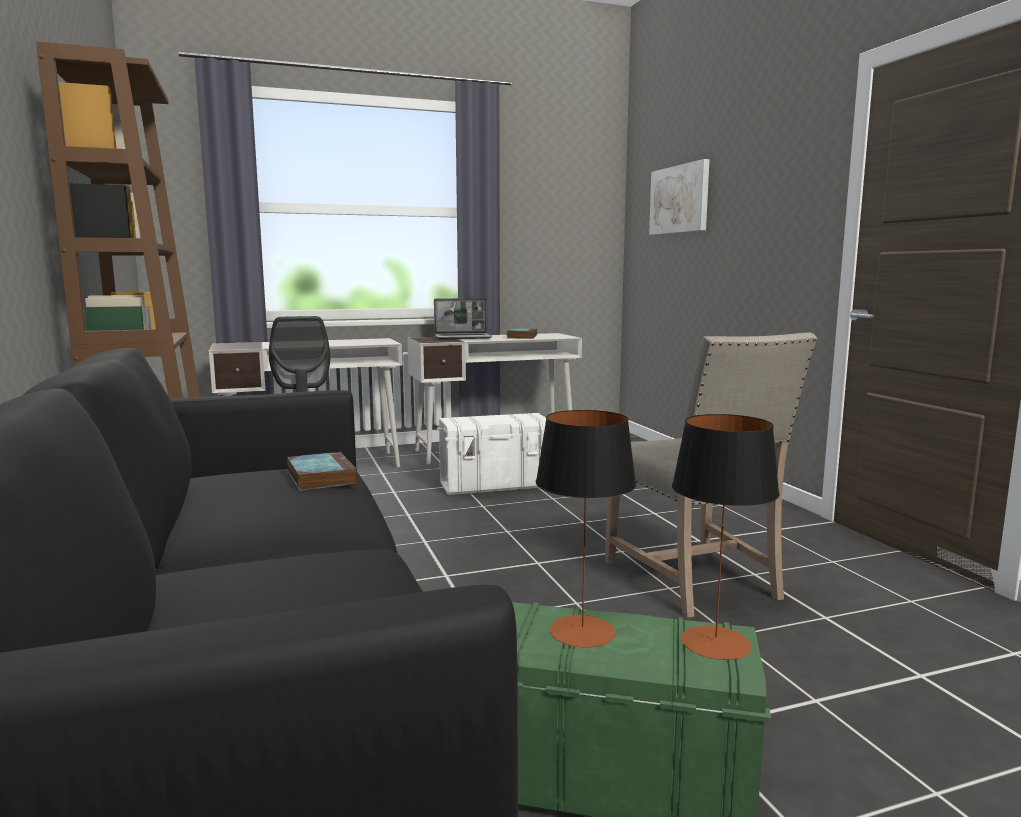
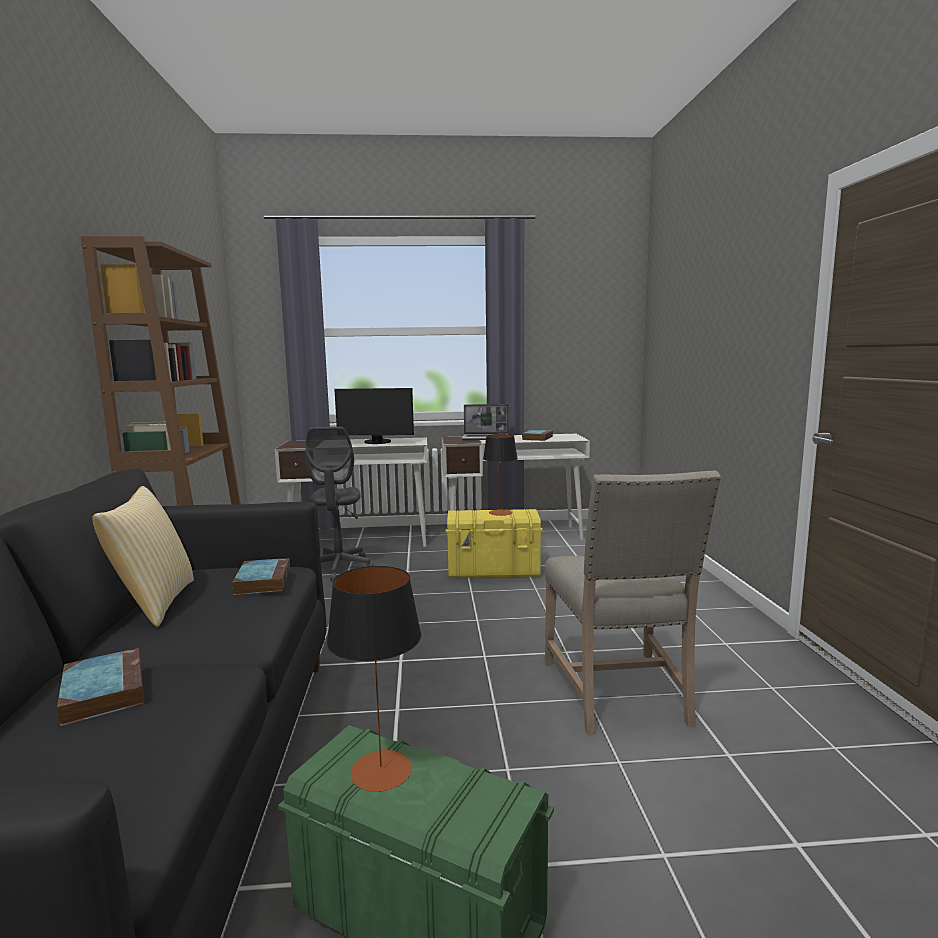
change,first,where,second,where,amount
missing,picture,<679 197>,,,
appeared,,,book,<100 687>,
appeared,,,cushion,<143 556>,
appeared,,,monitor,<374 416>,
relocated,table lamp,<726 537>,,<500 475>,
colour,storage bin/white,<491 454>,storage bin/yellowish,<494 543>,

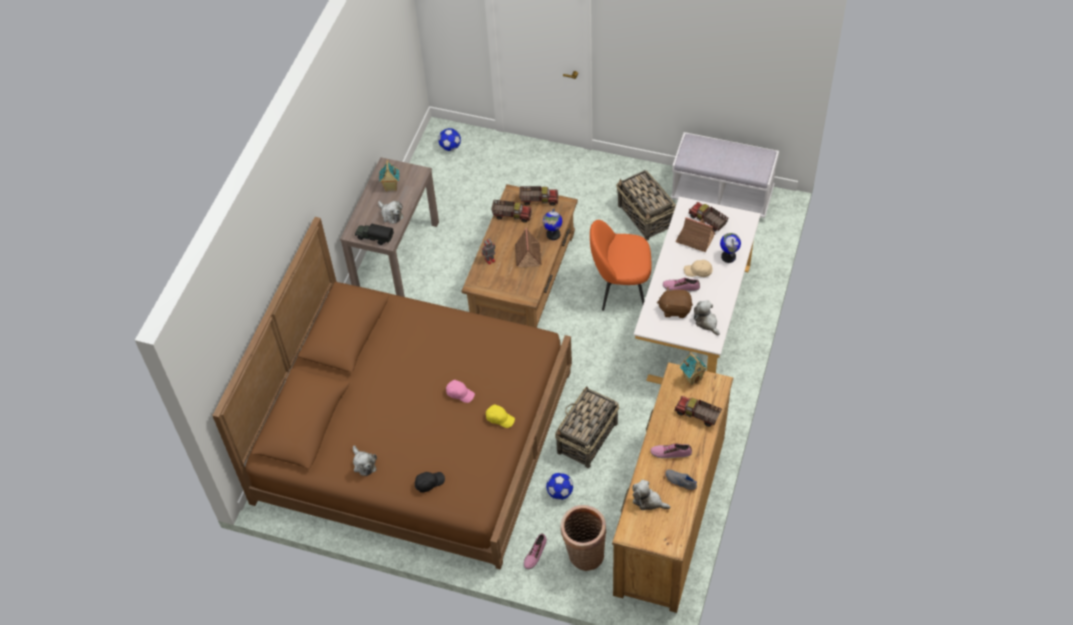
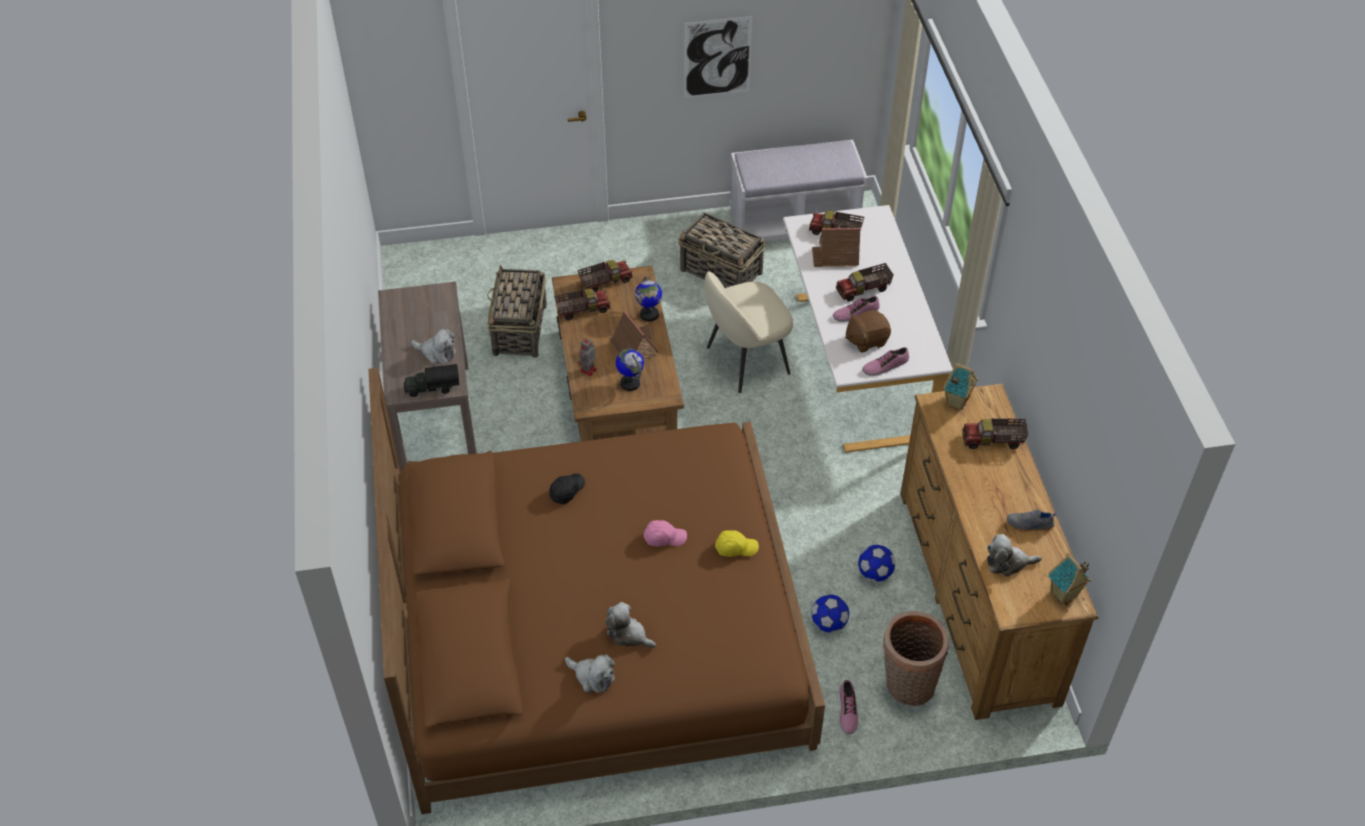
change,first,where,second,where,amount
appeared,,,picture,<718 57>,
relocated,model house,<389 176>,,<1069 578>,
relocated,cap/blackish,<429 482>,,<567 488>,
relocated,ball for football,<449 139>,,<876 563>,
relocated,basket,<587 427>,,<517 311>,
relocated,low shoe,<671 450>,,<885 361>,
relocated,soft toy,<707 317>,,<630 625>,
relocated,desk globe,<730 248>,,<630 370>,
exchanged,cap/sand-coloured,<698 268>,model truck,<865 282>,
colour,plain chair/orange-coloured,<621 265>,plain chair/sand-coloured,<749 332>,

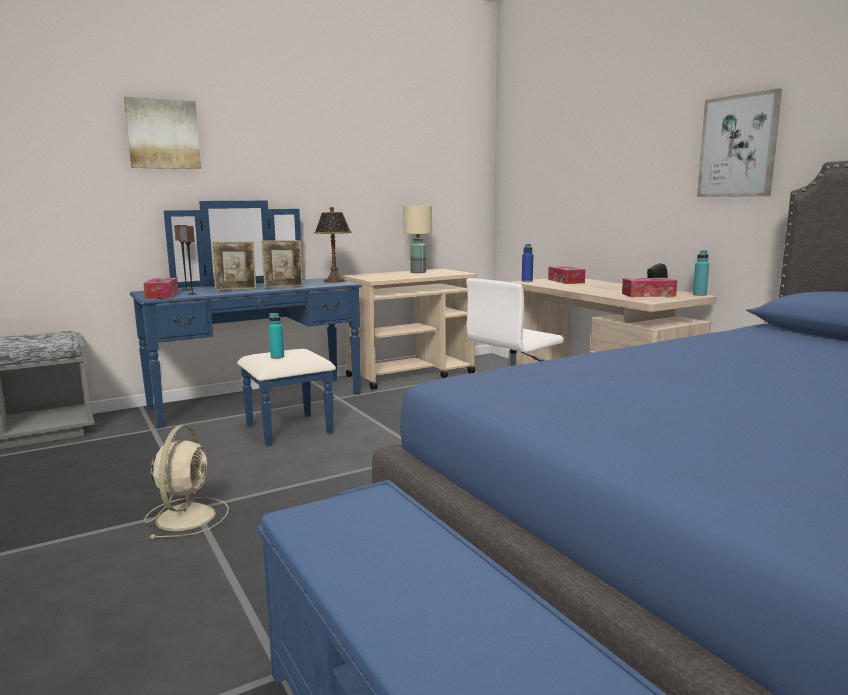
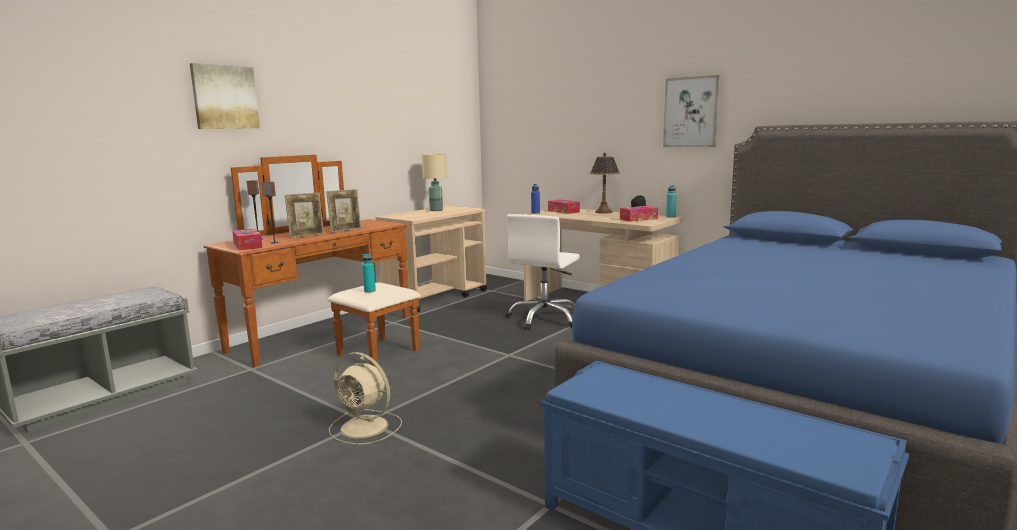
change,first,where,second,where,amount
relocated,table lamp,<333 245>,,<605 183>,
colour,drawer chest/blue,<246 323>,drawer chest/brown-coloured,<312 261>,
spun,cooling fan/sand-coloured,<187 482>,,<365 398>,135 degrees clockwise

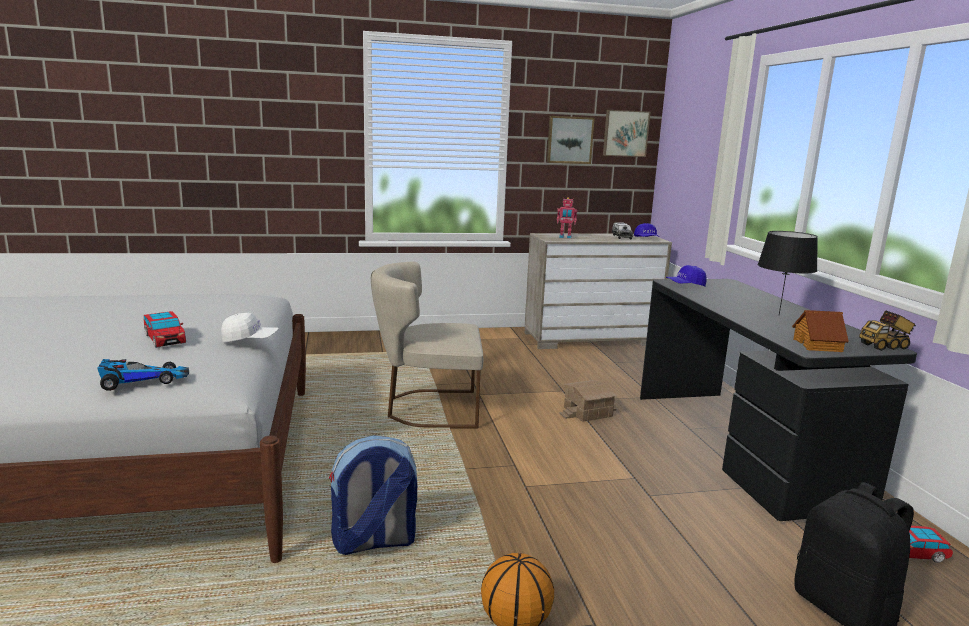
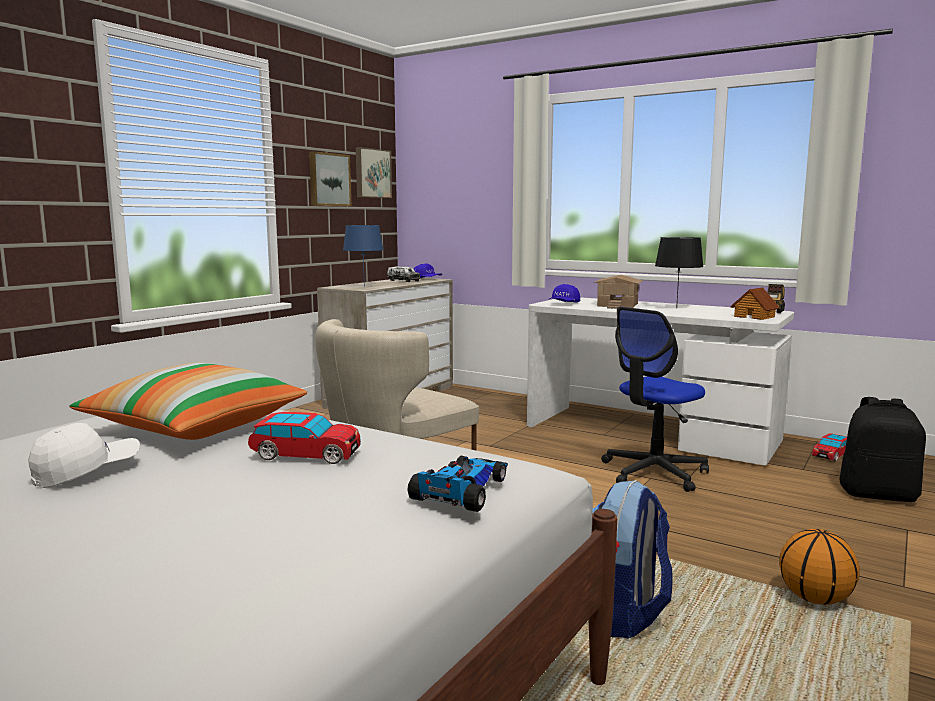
change,first,where,second,where,amount
appeared,,,cushion,<188 401>,
appeared,,,computer chair,<655 399>,
relocated,cap/white,<250 327>,,<84 455>,
relocated,model house,<588 401>,,<618 292>,
exchanged,toy robot,<567 218>,table lamp/blue,<363 256>,
colour,desk table/blackish,<778 400>,desk table/white,<660 381>,

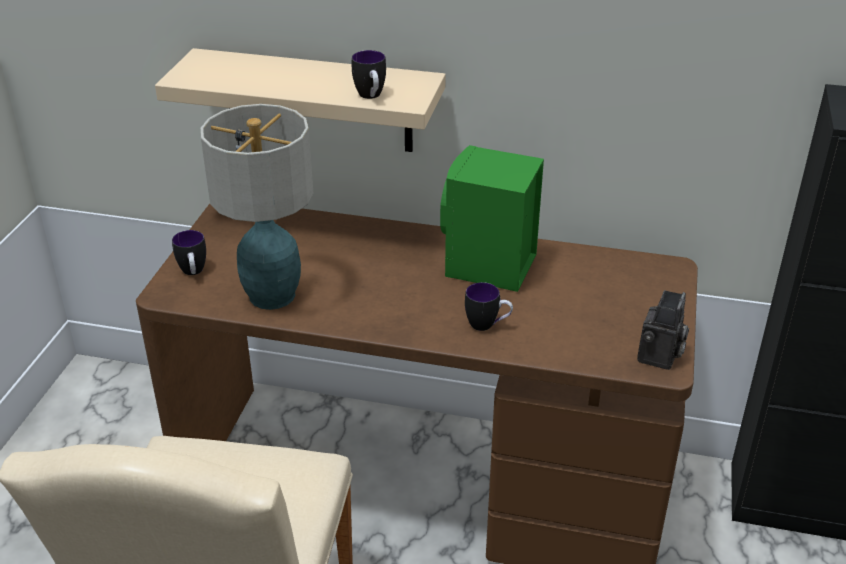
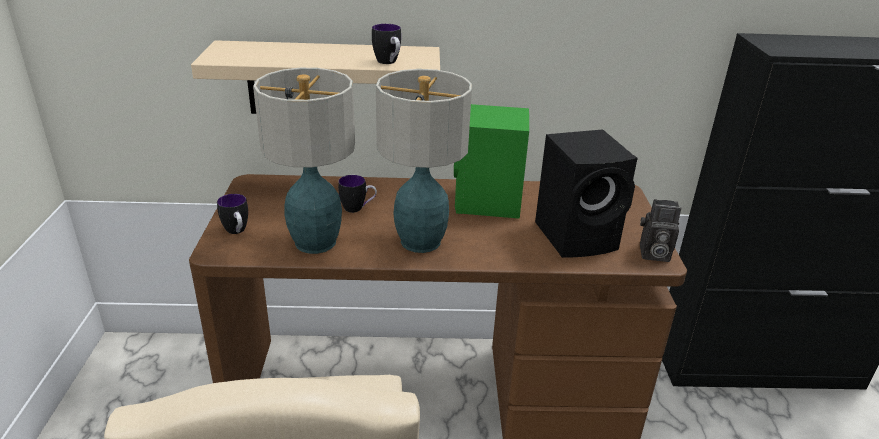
change,first,where,second,where,amount
appeared,,,table lamp,<424 161>,
appeared,,,loudspeaker/blackish,<586 193>,
relocated,mug,<489 306>,,<357 194>,
spun,photo camera,<663 330>,,<660 230>,90 degrees clockwise

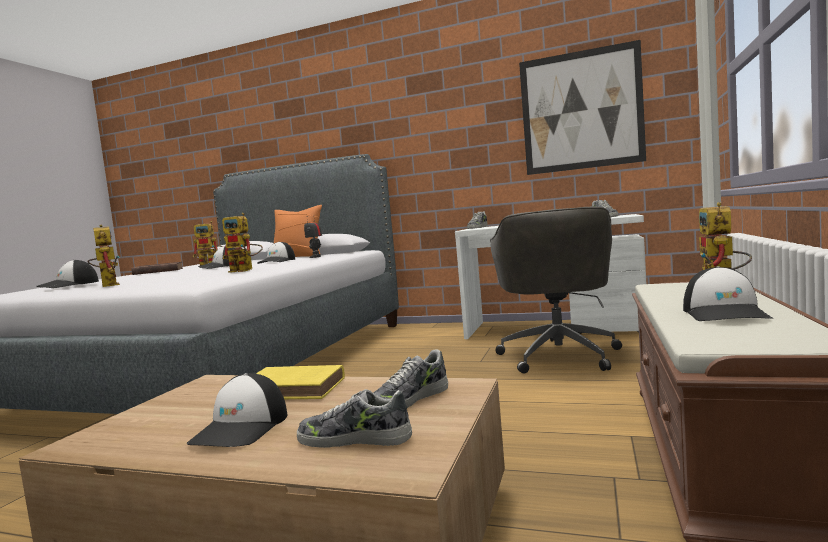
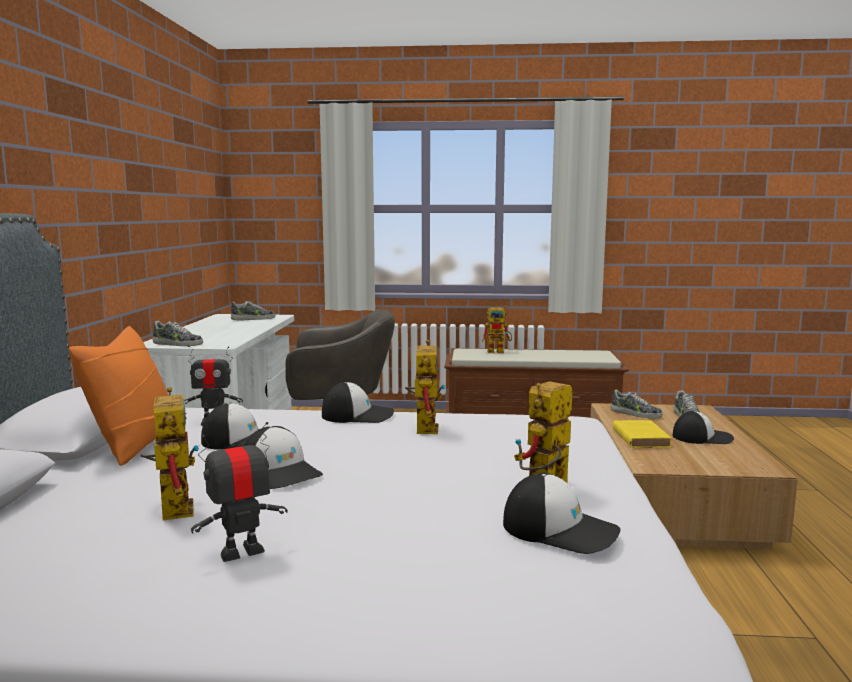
change,first,where,second,where,amount
missing,picture,<582 107>,,,
relocated,cap,<728 293>,,<358 402>,
exchanged,book/brown-coloured,<157 268>,toy robot,<239 492>,

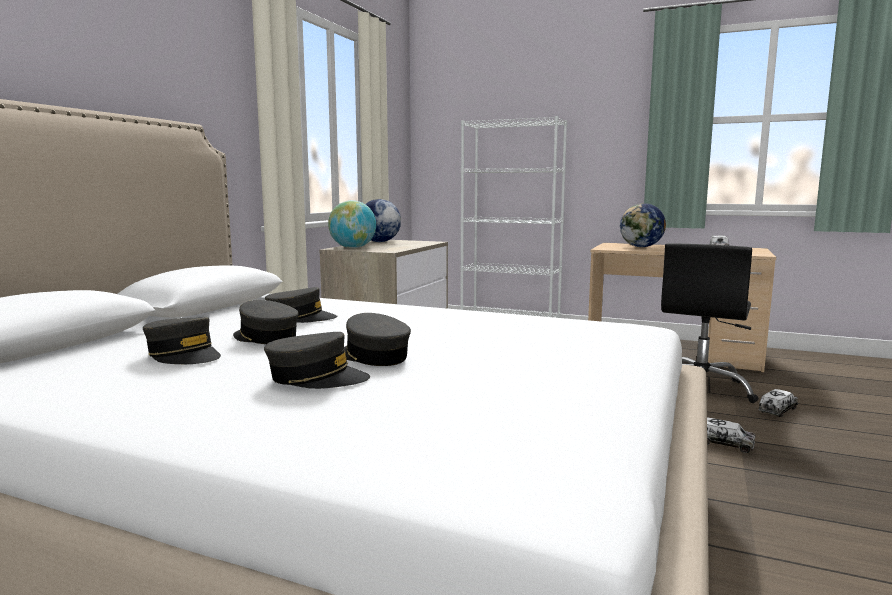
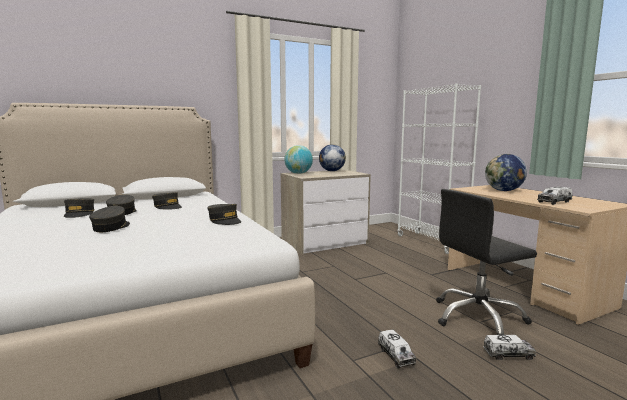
change,first,where,second,where,amount
relocated,cap/grey,<317 360>,,<224 214>,

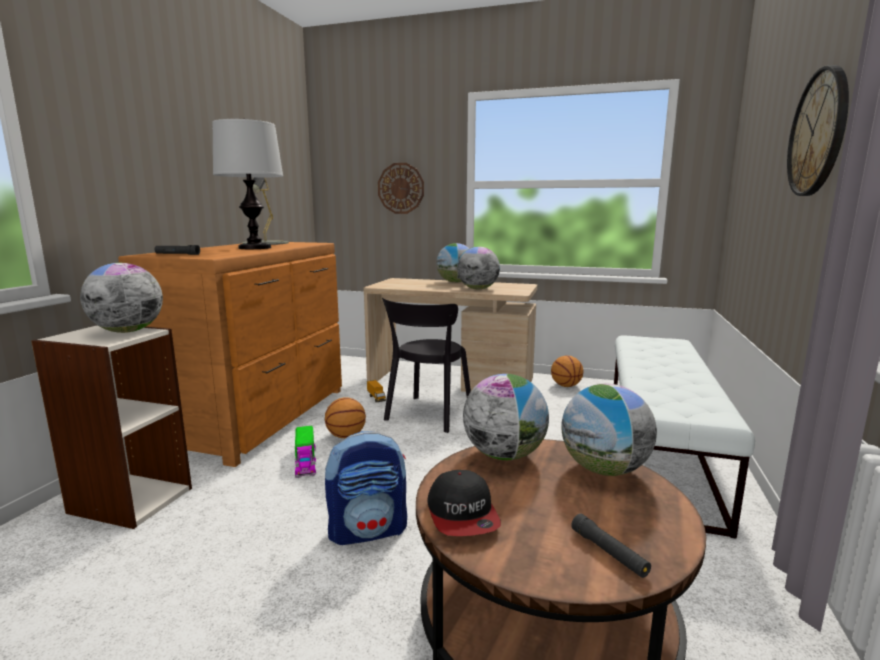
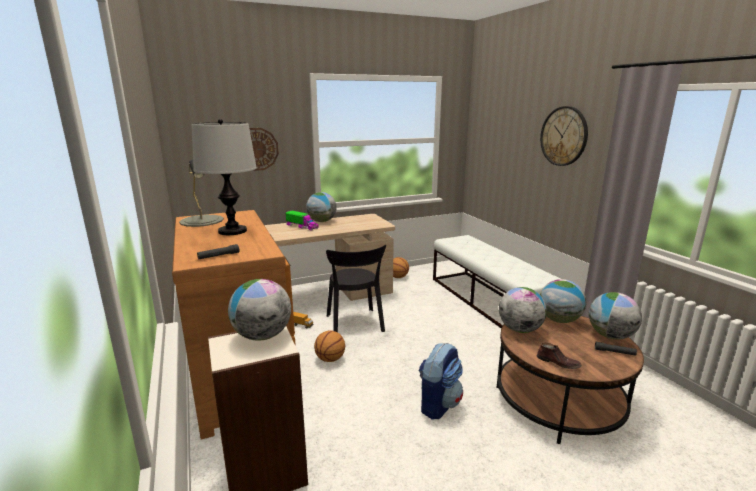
change,first,where,second,where,amount
relocated,model truck,<305 452>,,<302 221>,
relocated,desk globe,<478 267>,,<615 316>,
exchanged,cap,<464 503>,low shoe/brown-coloured,<559 355>,

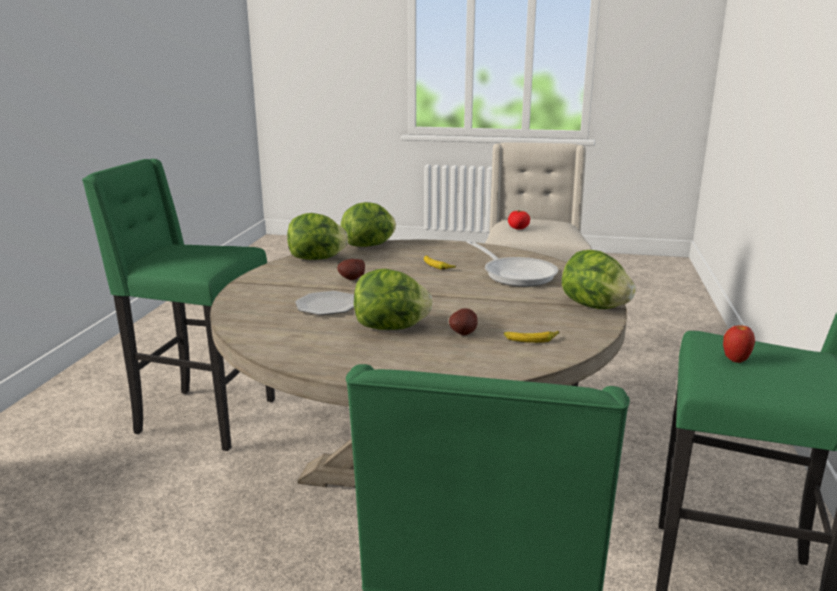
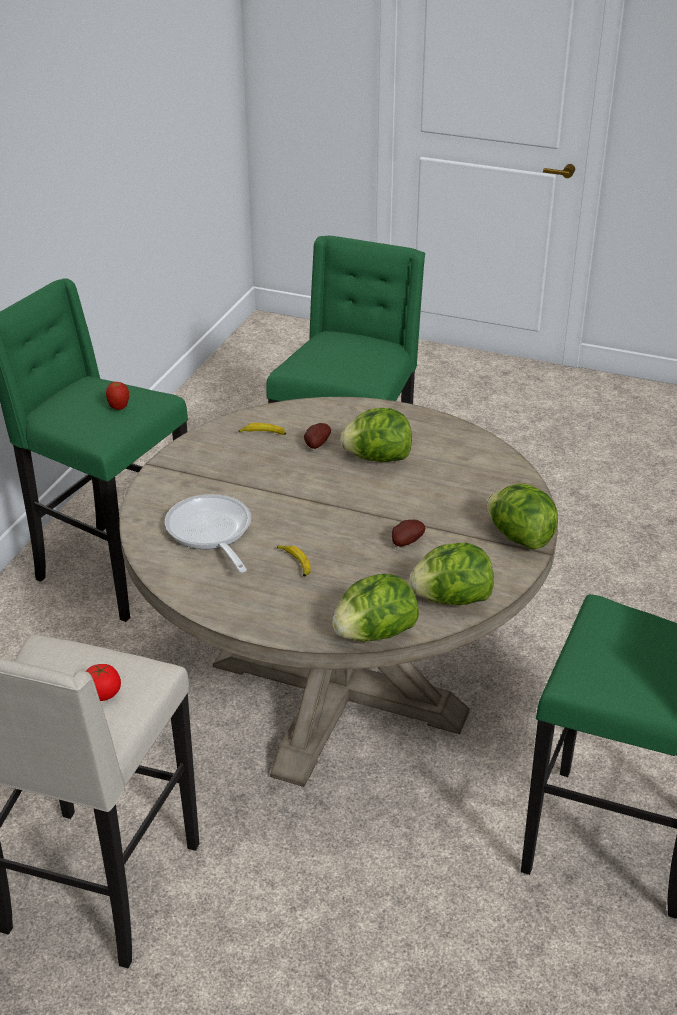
change,first,where,second,where,amount
missing,flat dish,<324 303>,,,
relocated,head of lettuce,<599 279>,,<522 516>,

